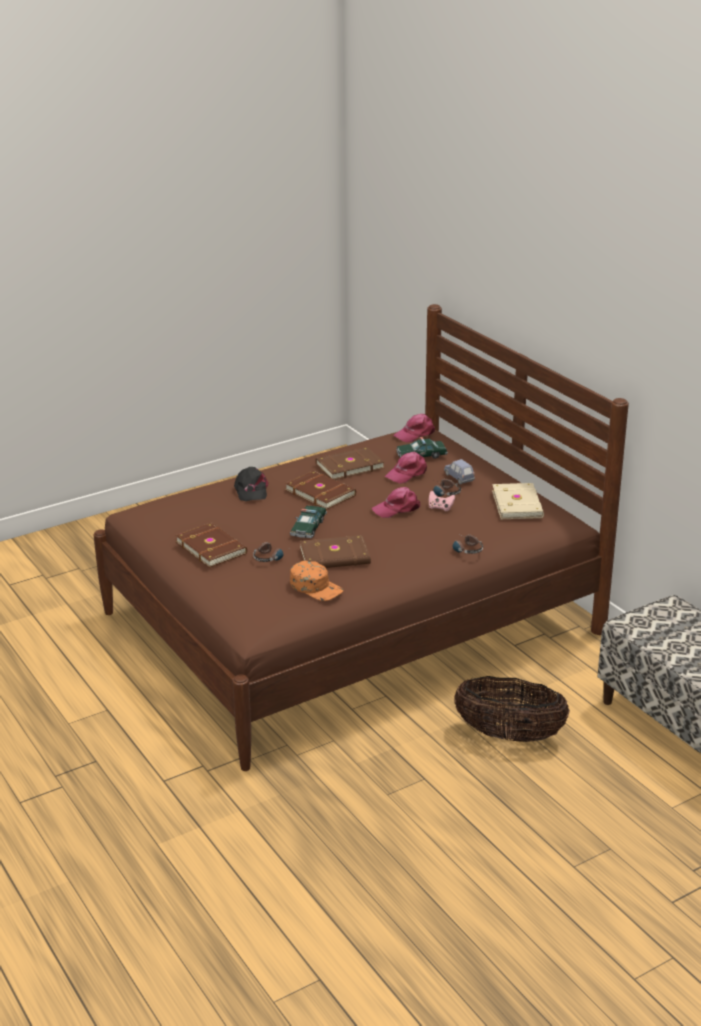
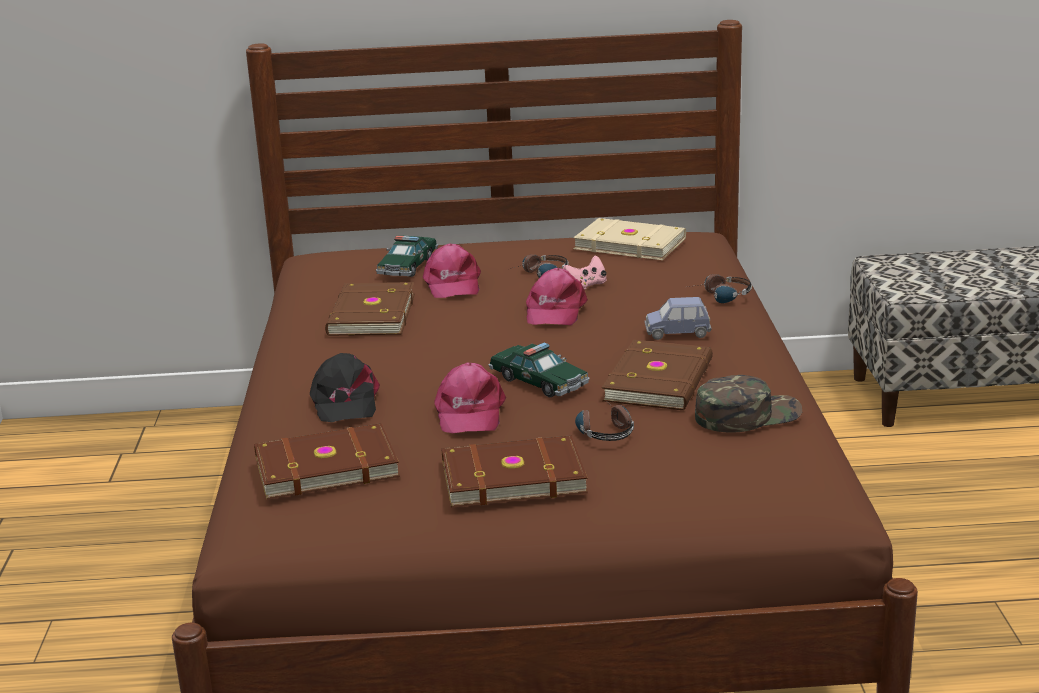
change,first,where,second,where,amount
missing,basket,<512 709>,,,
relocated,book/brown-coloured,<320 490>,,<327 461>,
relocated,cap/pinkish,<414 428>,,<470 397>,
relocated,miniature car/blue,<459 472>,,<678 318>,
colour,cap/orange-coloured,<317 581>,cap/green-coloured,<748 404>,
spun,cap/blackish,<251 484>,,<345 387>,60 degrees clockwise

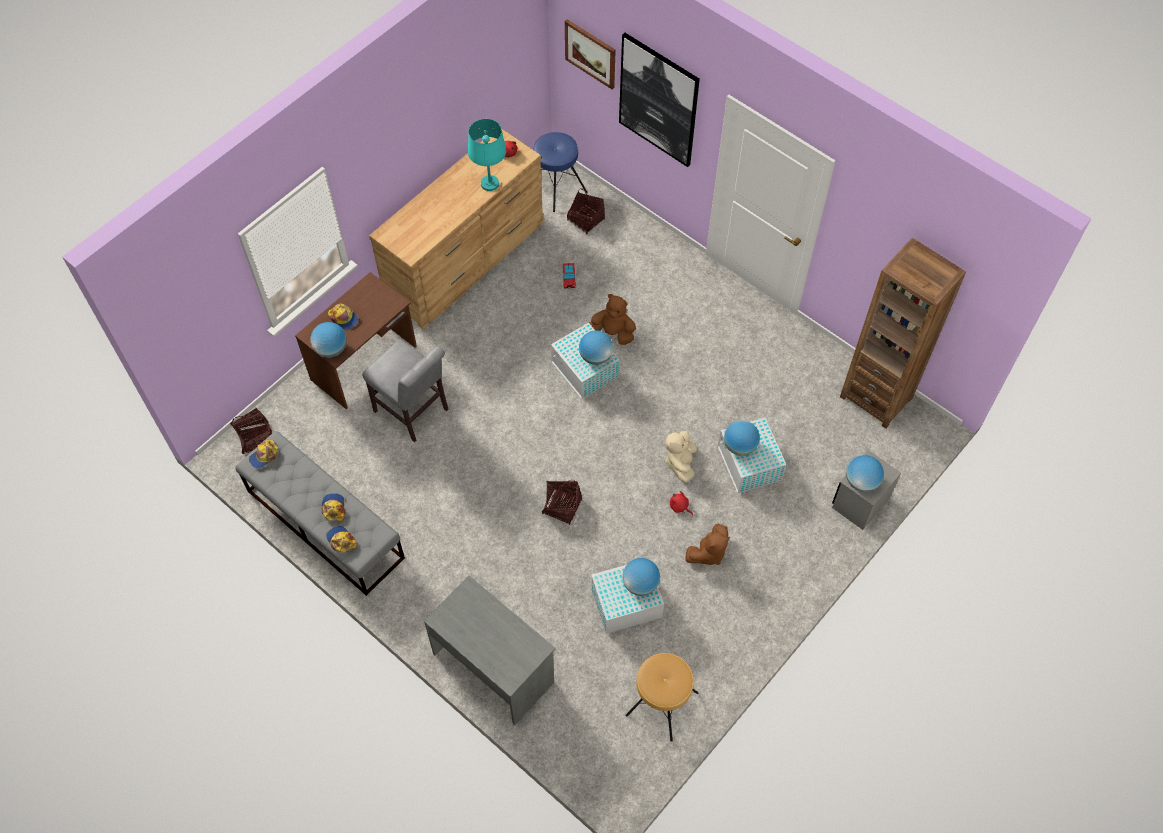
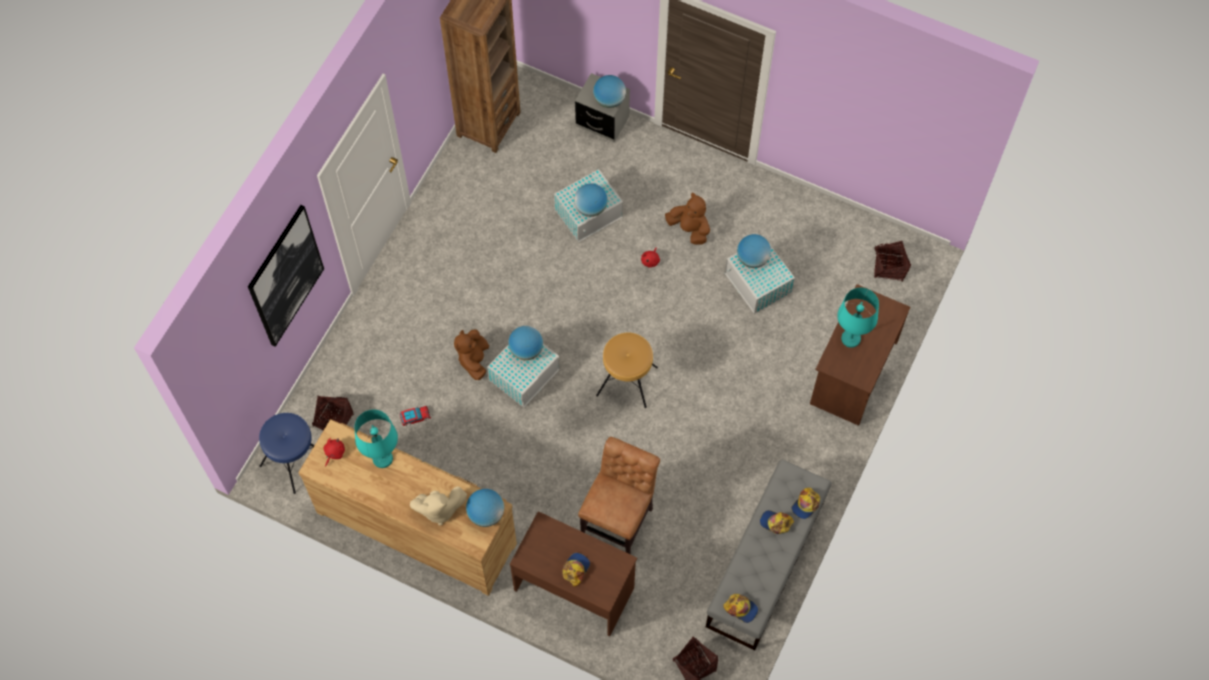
change,first,where,second,where,amount
missing,picture,<590 54>,,,
appeared,,,table lamp/turquoise,<858 318>,
relocated,desk globe,<328 340>,,<485 508>,
relocated,basket,<562 502>,,<892 261>,
relocated,sitting stool/brown-coloured,<662 697>,,<627 370>,
relocated,soft toy/sand-coloured,<681 455>,,<438 506>,
colour,plain chair/grey,<405 390>,plain chair/brown-coloured,<619 496>,
colour,desk table/grey,<489 651>,desk table/brown-coloured,<860 355>,
spun,cap,<333 507>,,<777 522>,45 degrees clockwise

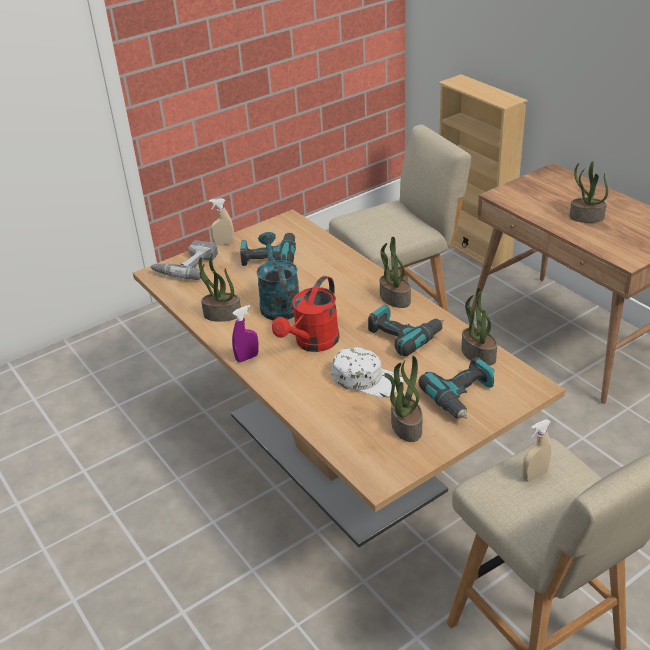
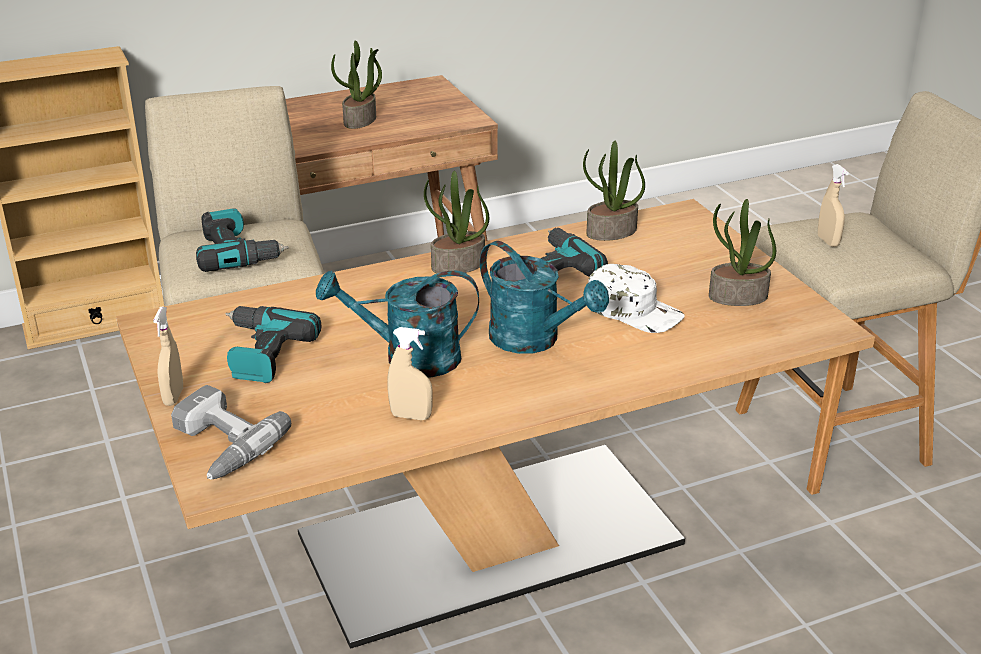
change,first,where,second,where,amount
missing,sprayer/purplish,<245 333>,,,
relocated,power drill,<456 388>,,<242 240>,
exchanged,houseplant,<219 289>,sprayer/sand-coloured,<410 373>,
colour,sprinkling can/red-coloured,<306 314>,sprinkling can/turquoise,<544 297>,
spun,cap/white,<367 372>,,<636 298>,90 degrees clockwise

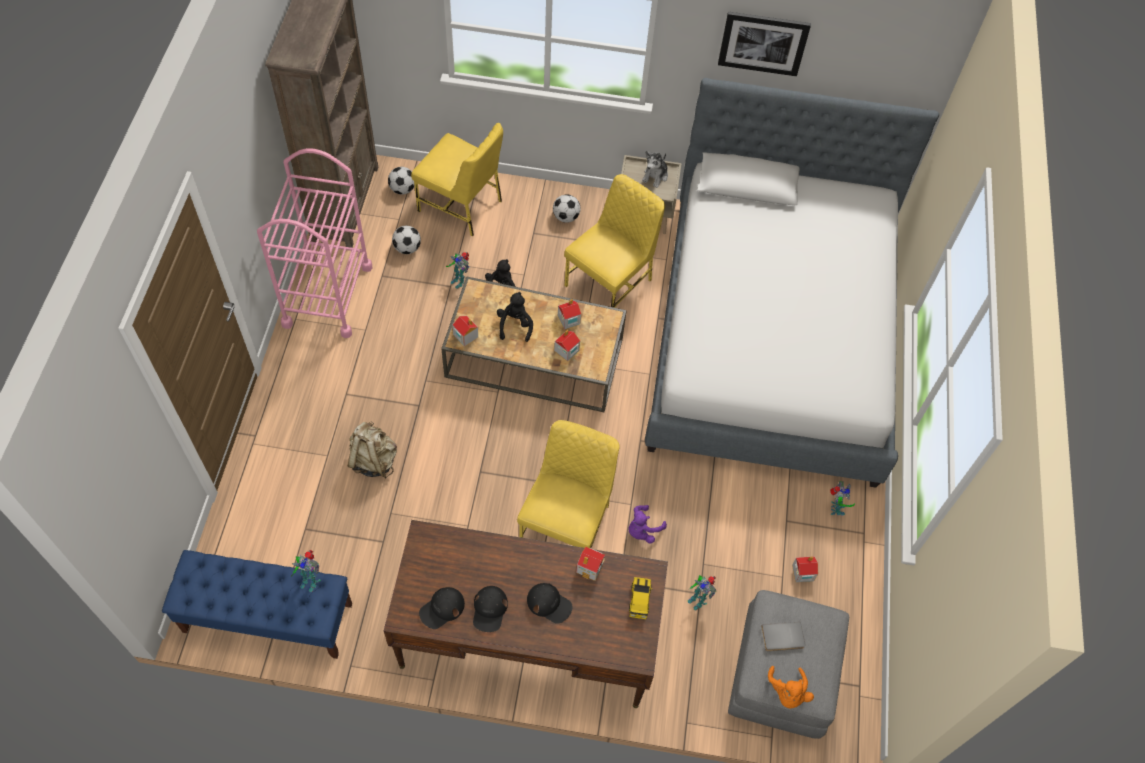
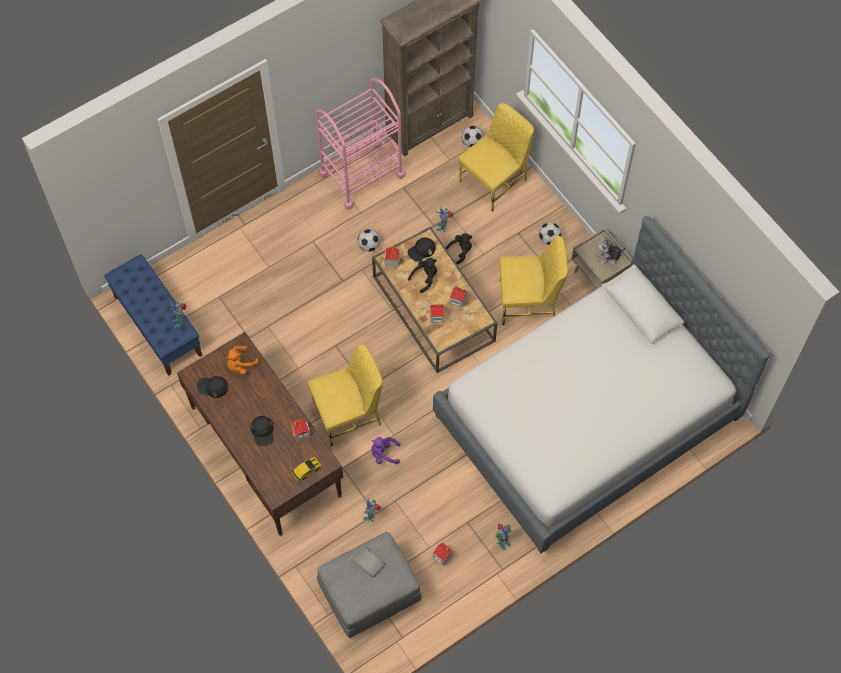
change,first,where,second,where,amount
missing,backpack/sand-coloured,<372 449>,,,
missing,picture,<764 44>,,,
relocated,ball for football,<406 240>,,<369 240>,
relocated,cap/blackish,<490 609>,,<422 249>,
relocated,soft toy/orange-coloured,<791 687>,,<242 360>,
spun,plain chair/yellowish,<457 180>,,<496 157>,120 degrees counterclockwise

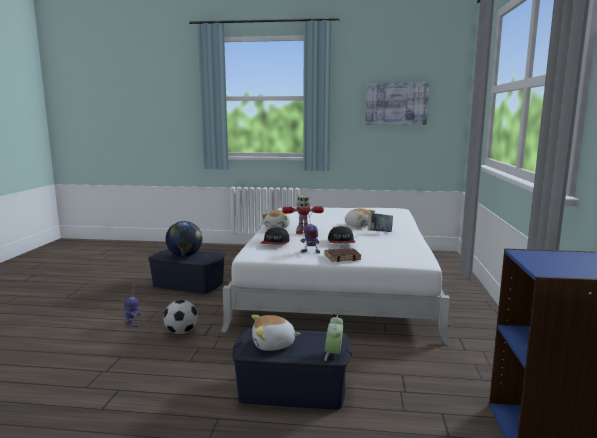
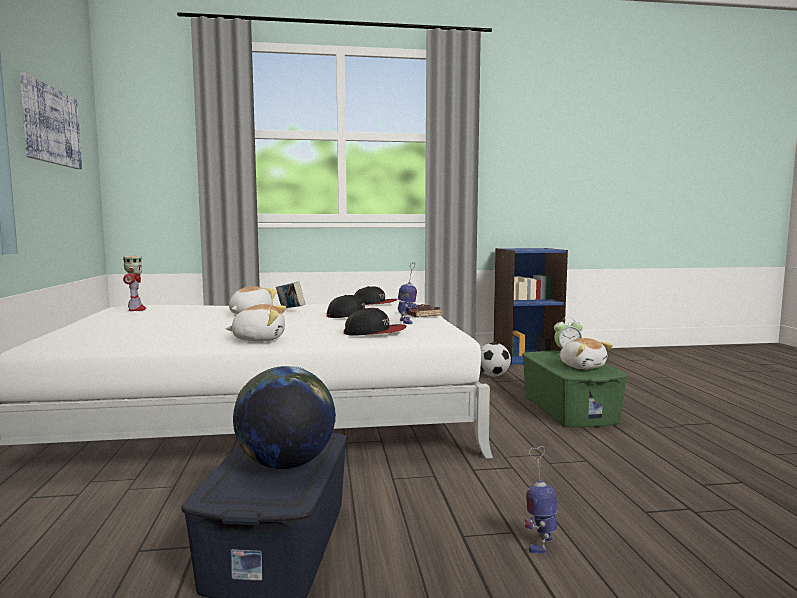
change,first,where,second,where,amount
appeared,,,cap,<376 295>,
relocated,ball for football,<180 317>,,<495 360>,
relocated,toy robot,<303 214>,,<135 283>,
colour,storage bin/blue,<292 368>,storage bin/green-coloured,<575 389>,

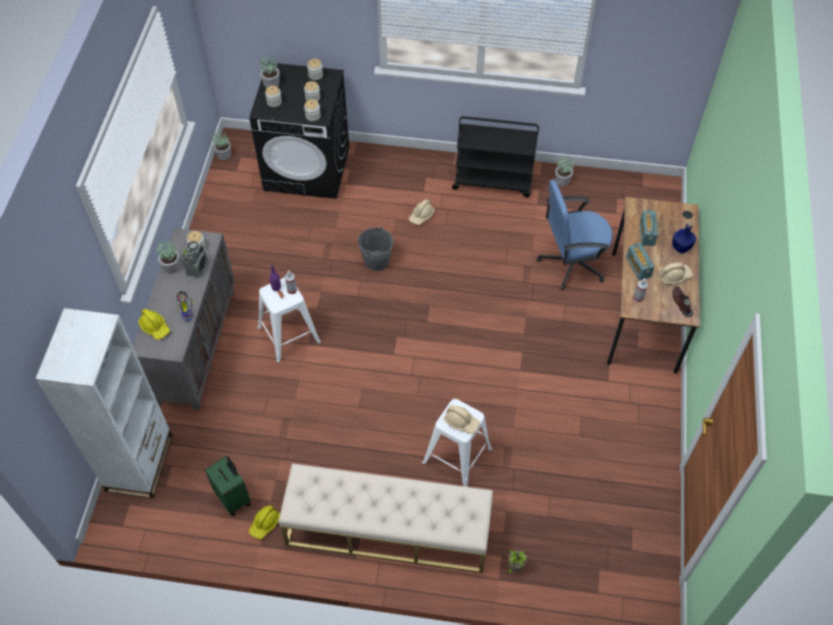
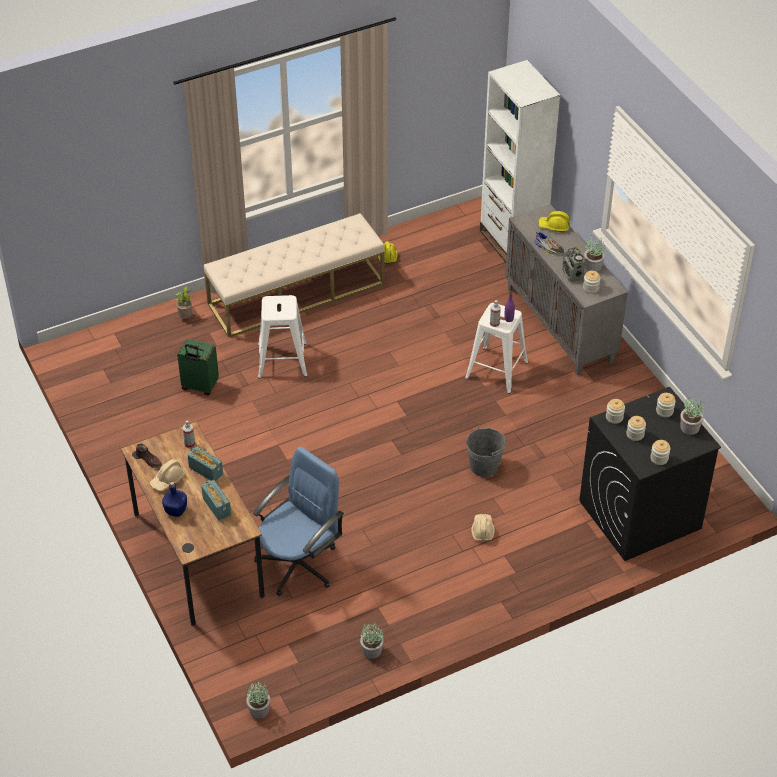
change,first,where,second,where,amount
missing,hard hat/sand-coloured,<462 419>,,,
missing,trolley/blackish,<495 157>,,,
relocated,piece of luggage/green-coloured,<228 486>,,<198 367>,
relocated,houseplant,<221 144>,,<258 700>,

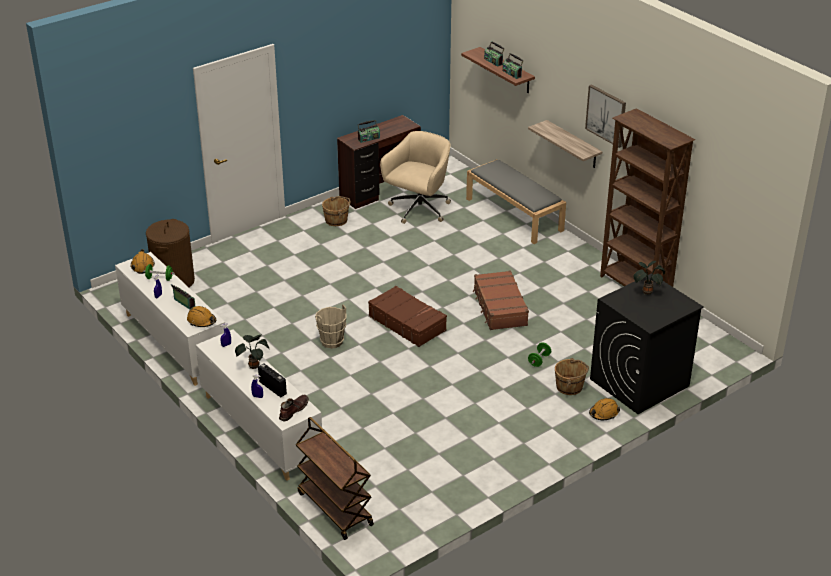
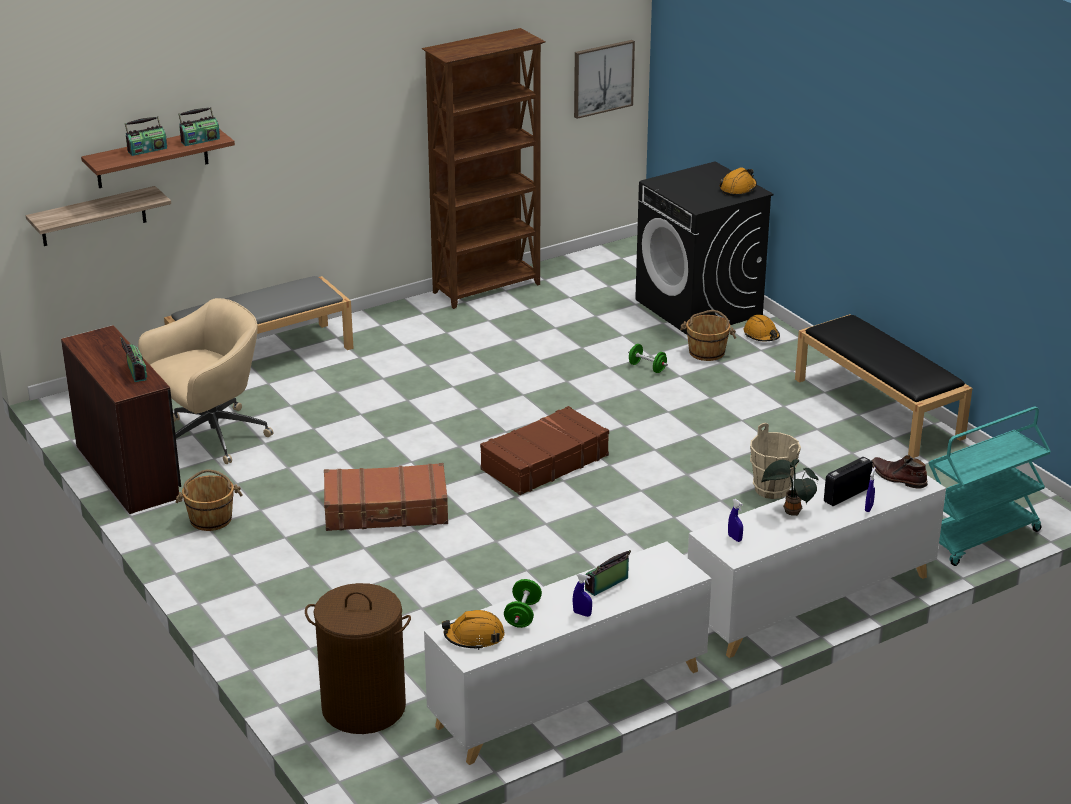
change,first,where,second,where,amount
missing,houseplant,<649 278>,,,
appeared,,,long seat/blackish,<884 386>,
relocated,hard hat/orange-coloured,<201 316>,,<738 181>,
relocated,pail/sand-coloured,<330 327>,,<775 461>,
relocated,piece of luggage/brown-coloured,<501 300>,,<386 497>,
relocated,shelf,<565 144>,,<98 216>,
relocated,picture,<605 116>,,<604 79>,
colour,trolley/brown-coloured,<335 478>,trolley/turquoise,<989 486>,
spun,computer chair/sand-coloured,<415 177>,,<206 381>,105 degrees clockwise

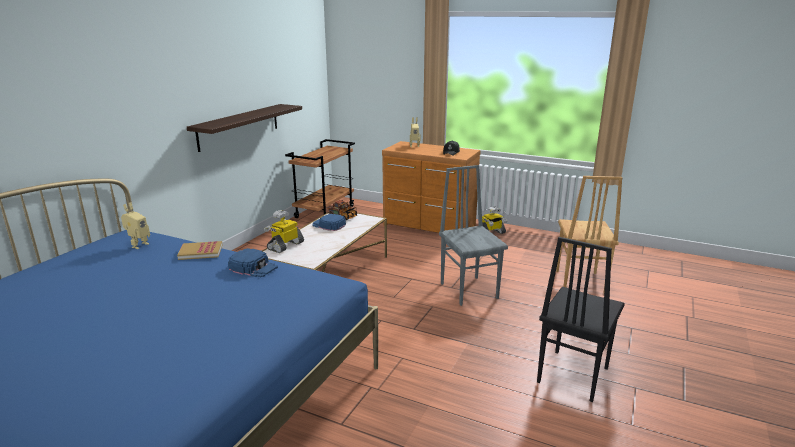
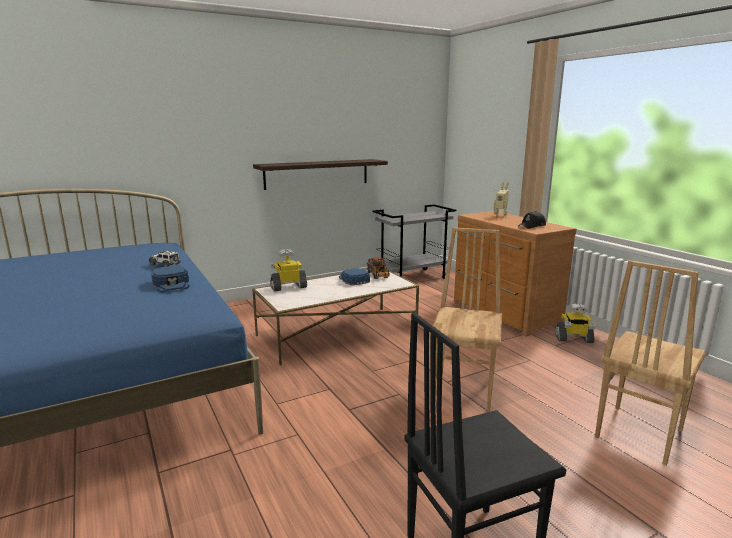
change,first,where,second,where,amount
missing,toy robot,<135 225>,,,
exchanged,book,<199 250>,miniature car,<165 258>,
colour,trolley/brown-coloured,<320 178>,trolley/grey,<414 241>,
colour,plain chair/grey,<473 235>,plain chair/brown-coloured,<465 319>,

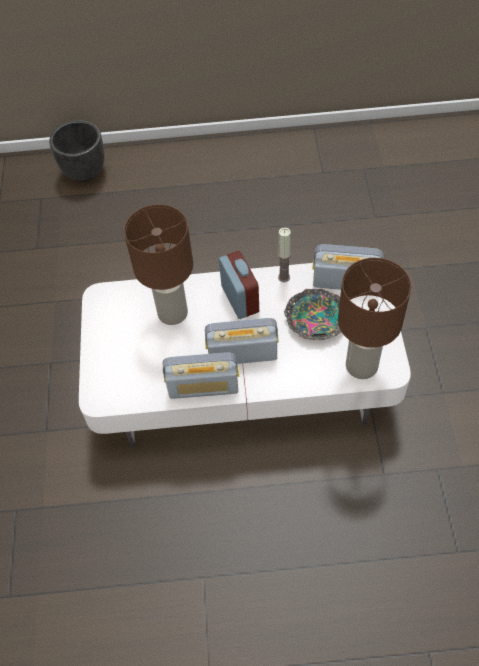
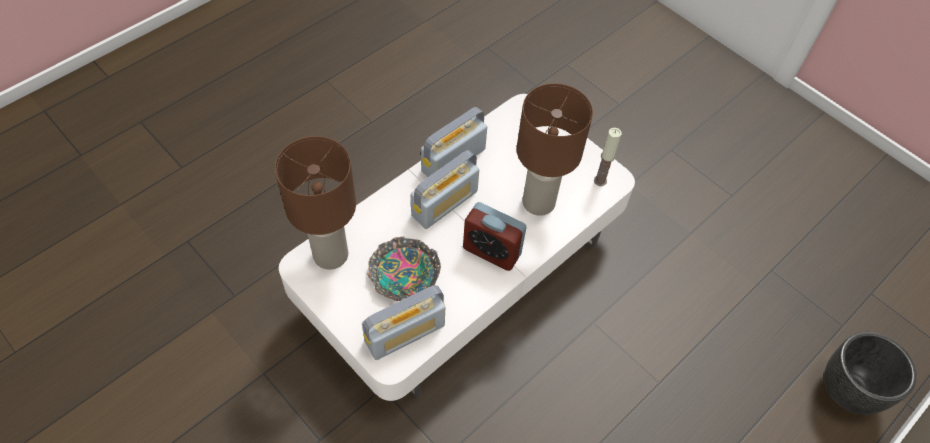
change,first,where,second,where,amount
relocated,candle,<284 255>,,<608 157>,

